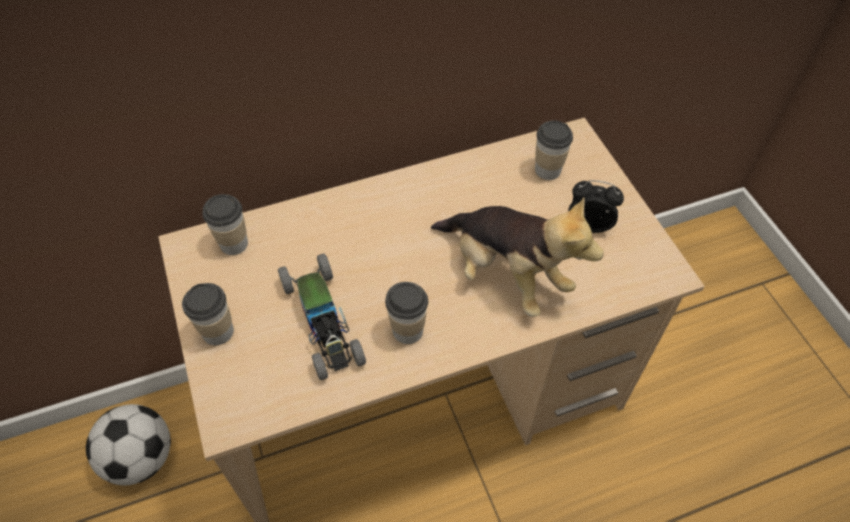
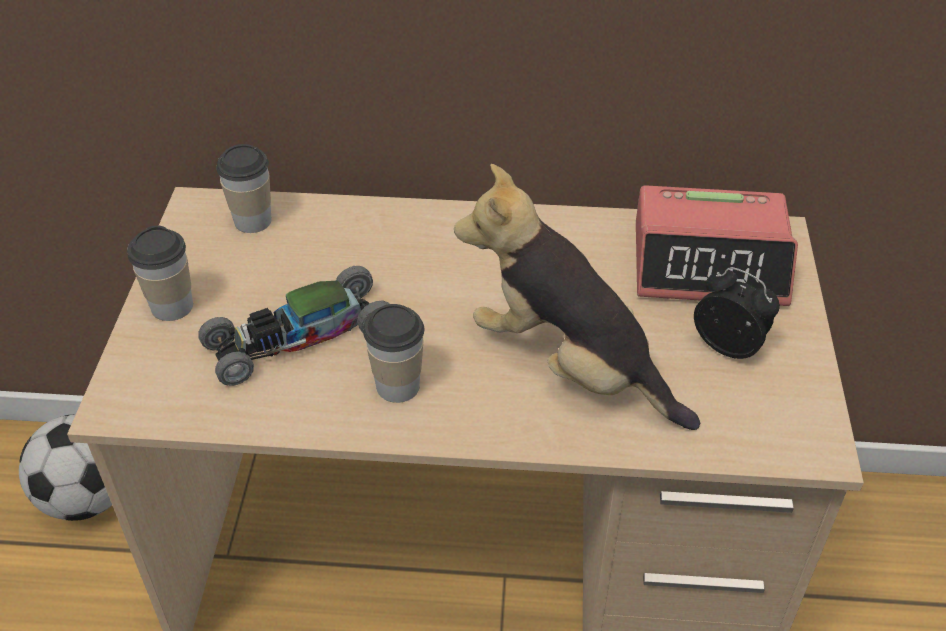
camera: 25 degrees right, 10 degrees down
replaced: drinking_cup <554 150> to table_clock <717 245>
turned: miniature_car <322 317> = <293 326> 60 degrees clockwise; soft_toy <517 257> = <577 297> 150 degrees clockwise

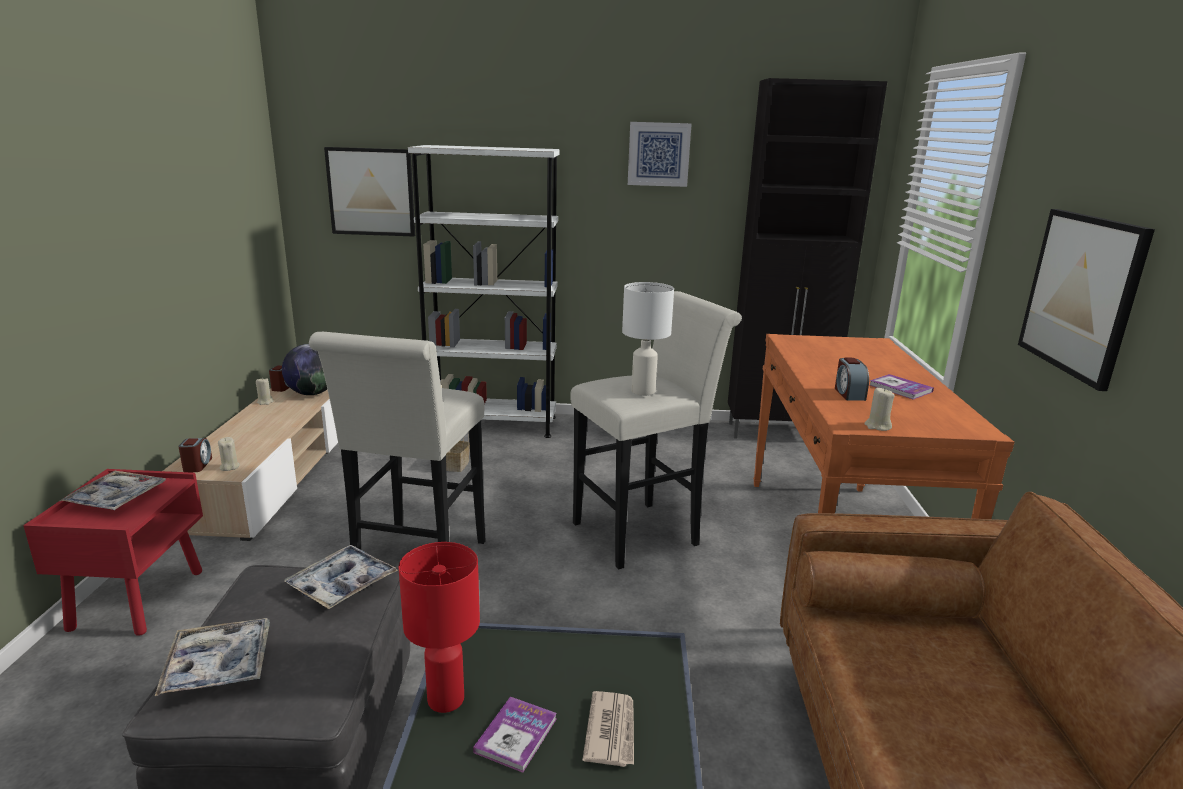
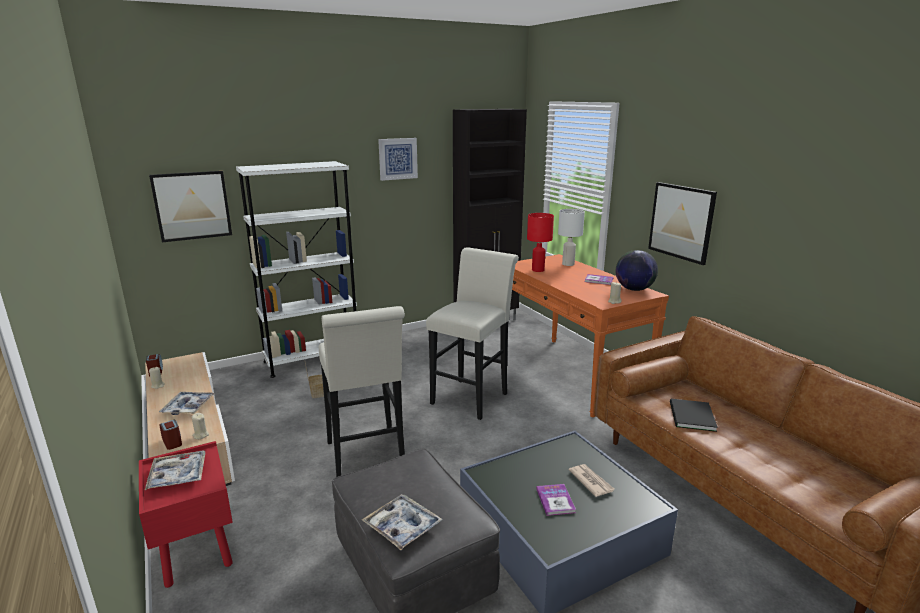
camera: 30 degrees left, 0 degrees up
removed: table_clock <852 379>
added: blackish_book <694 415>
moved: globe <304 369> to <637 270>; tray <341 577> to <187 403>; reddish_tabletop_lamp <439 627> to <540 242>; whitish_tabletop_lamp <648 339> to <571 237>

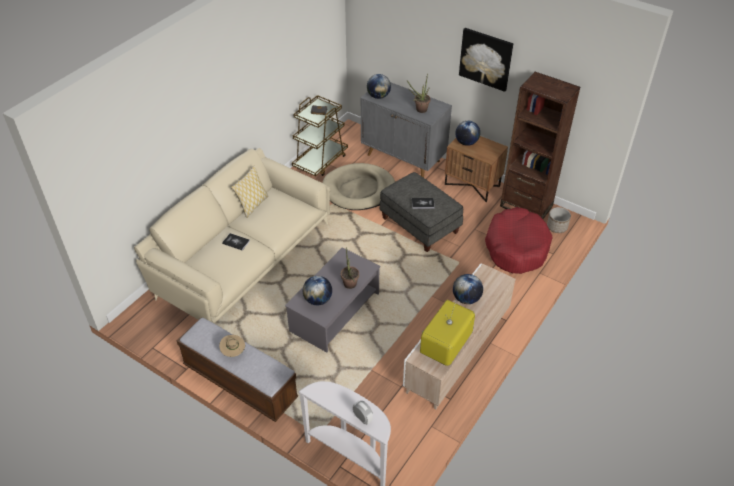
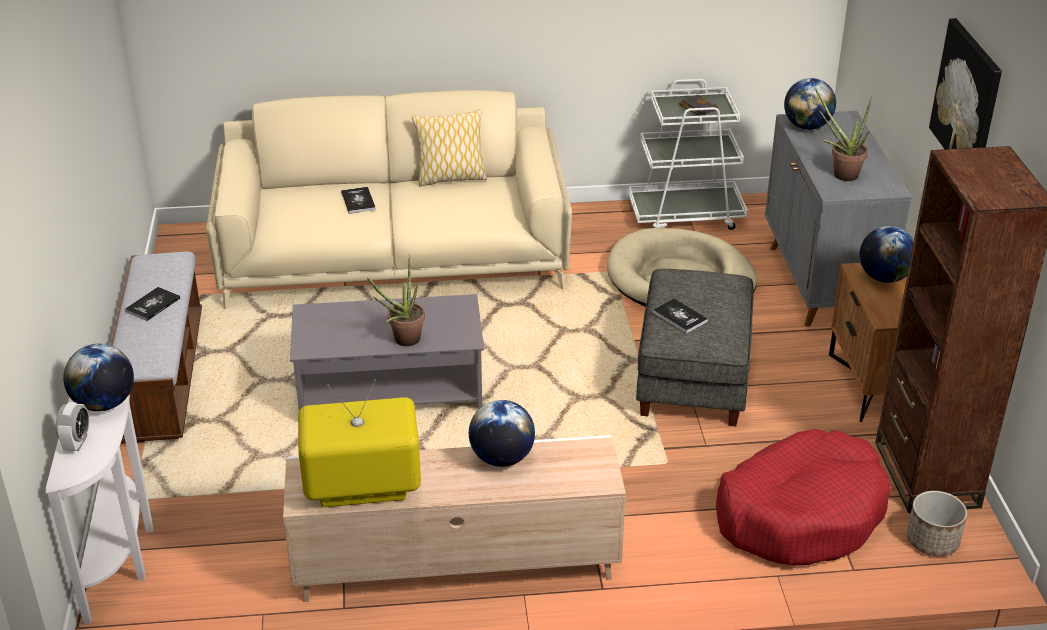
camera: 50 degrees right, 10 degrees down
moved: globe <317 290> to <98 377>
replaced: sand-coloured_clothing_hat <232 346> to book <152 304>
recoloured: brownish_trolley <320 135> to whitish_trolley <688 154>

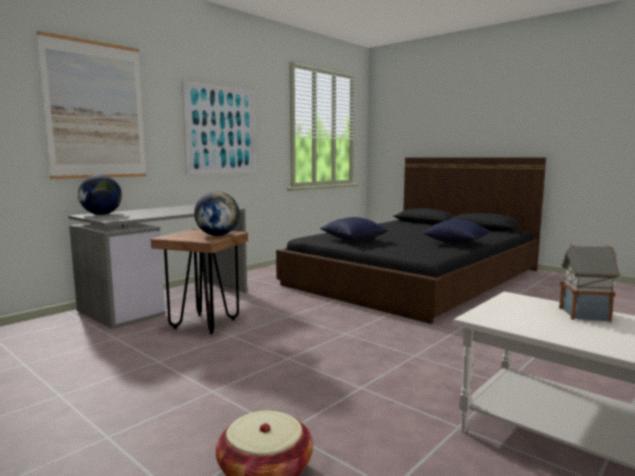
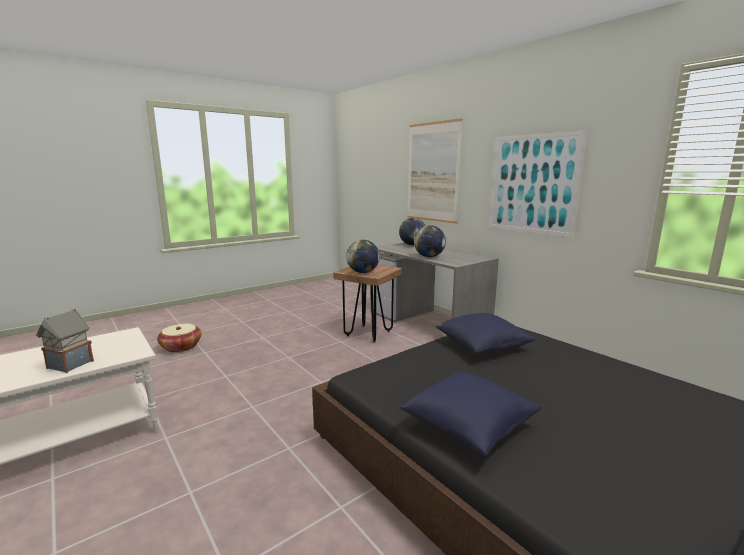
camera: 100 degrees right, 5 degrees up
added: globe <430 241>

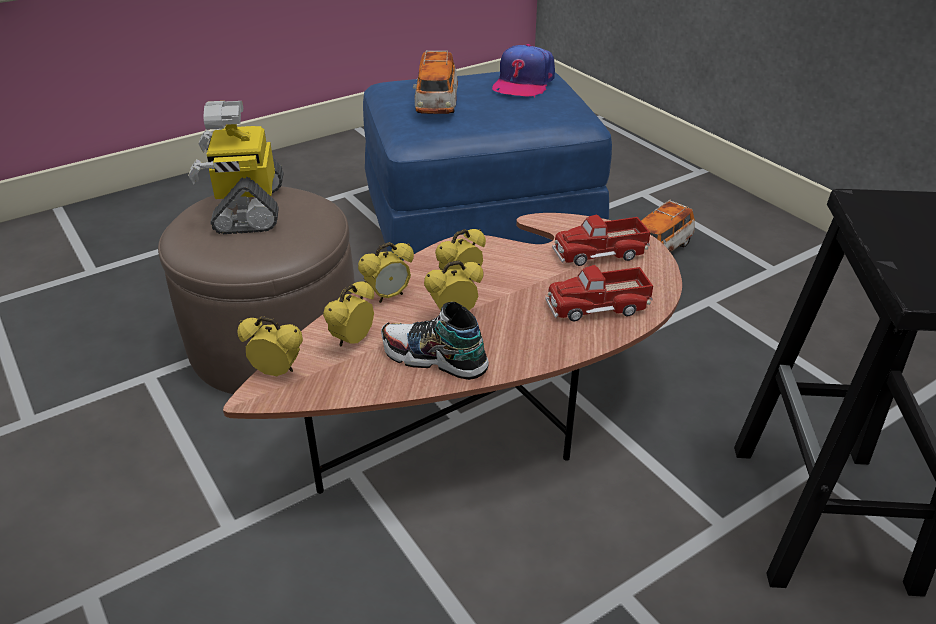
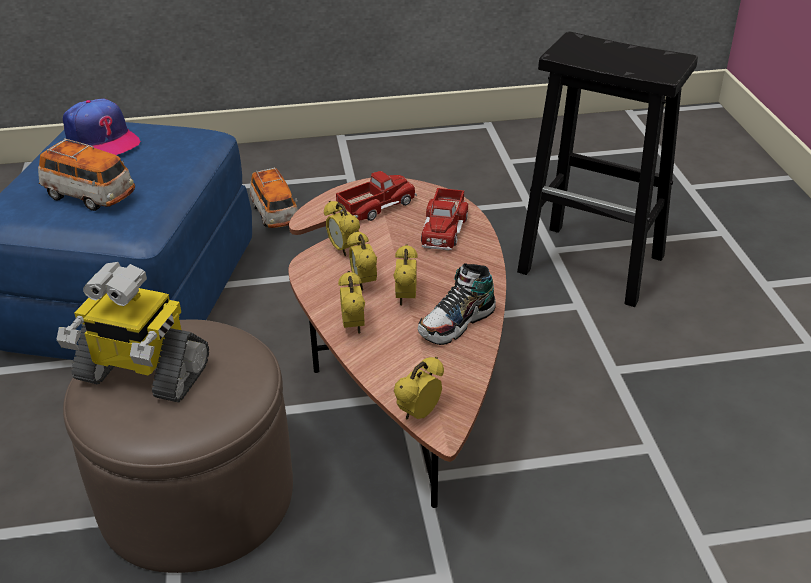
camera: 65 degrees left, 0 degrees up
moved: table_clock <348 314> to <342 228>
turned: model_truck <601 240> = <376 196> 135 degrees counterclockwise

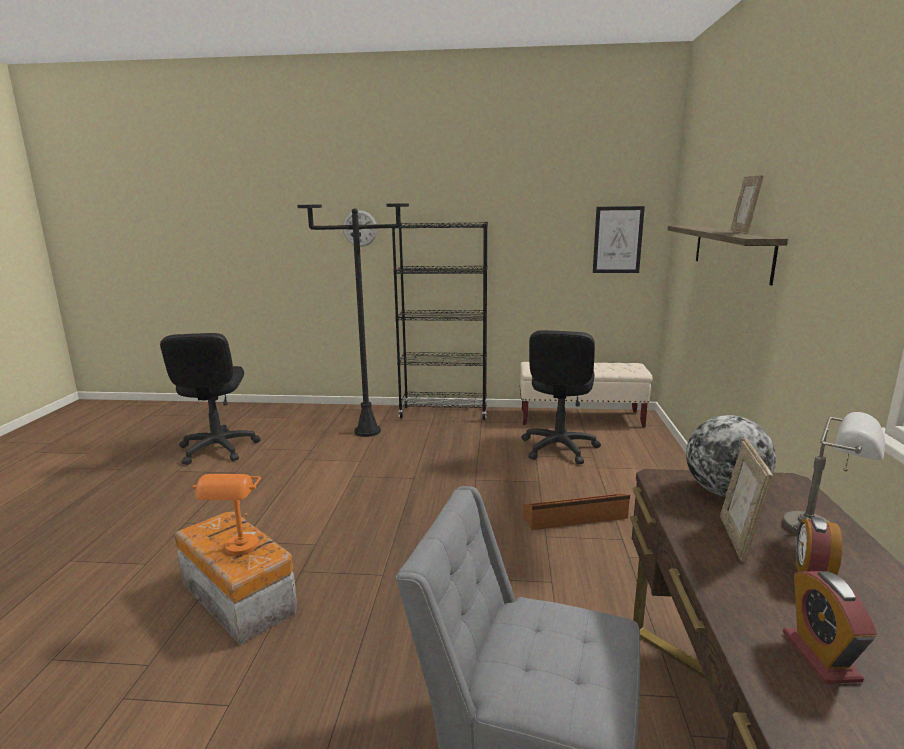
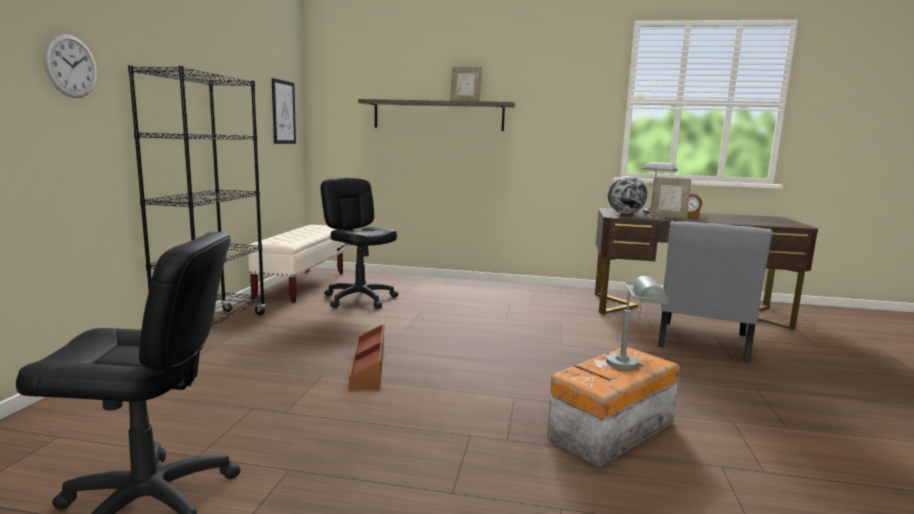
camera: 85 degrees left, 5 degrees down
removed: blackish_standard_lamp <353 320>; table_clock <830 627>
moved: brownish_storage_bin <576 512> to <366 357>
recoloured: orangey_tabletop_lamp <227 515> to grey_tabletop_lamp <637 323>
turned: blackish_computer_chair <561 397> = <359 243> 150 degrees counterclockwise

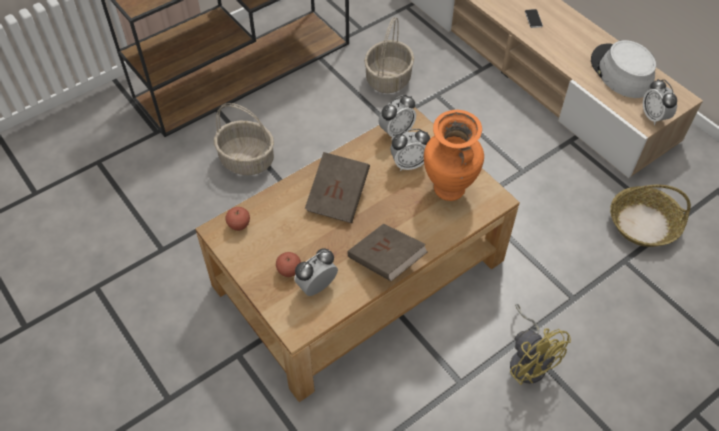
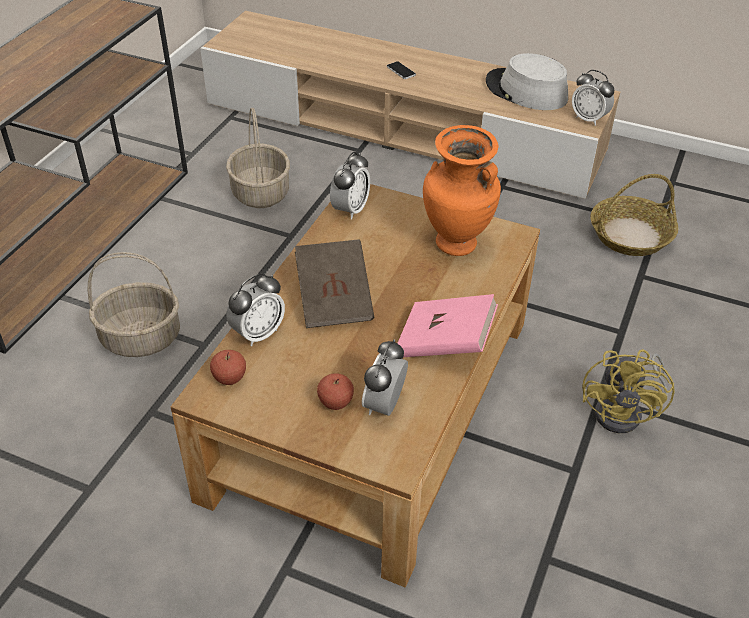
camera: 30 degrees left, 10 degrees down
moved: table_clock <410 150> to <255 309>
recoloured: brownish_book <388 252> to pink_book <447 325>
turned: yellowish_electric_fan <540 344> = <628 391> 75 degrees clockwise

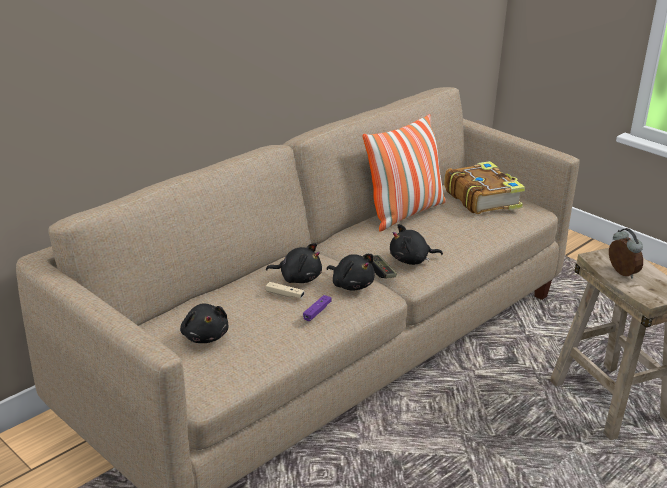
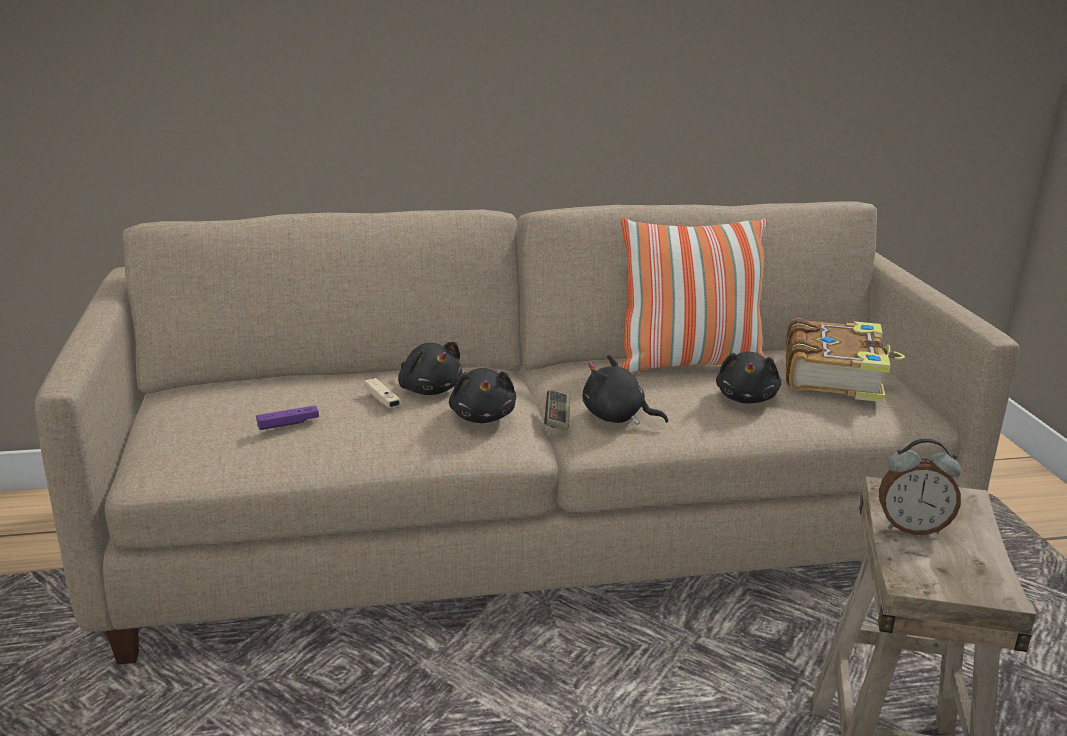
camera: 35 degrees right, 5 degrees down
moved: blackish_soft_toy <204 323> to <748 378>; purplish_joypad <317 308> to <287 418>
turned: table_clock <626 253> = <920 487> 90 degrees clockwise

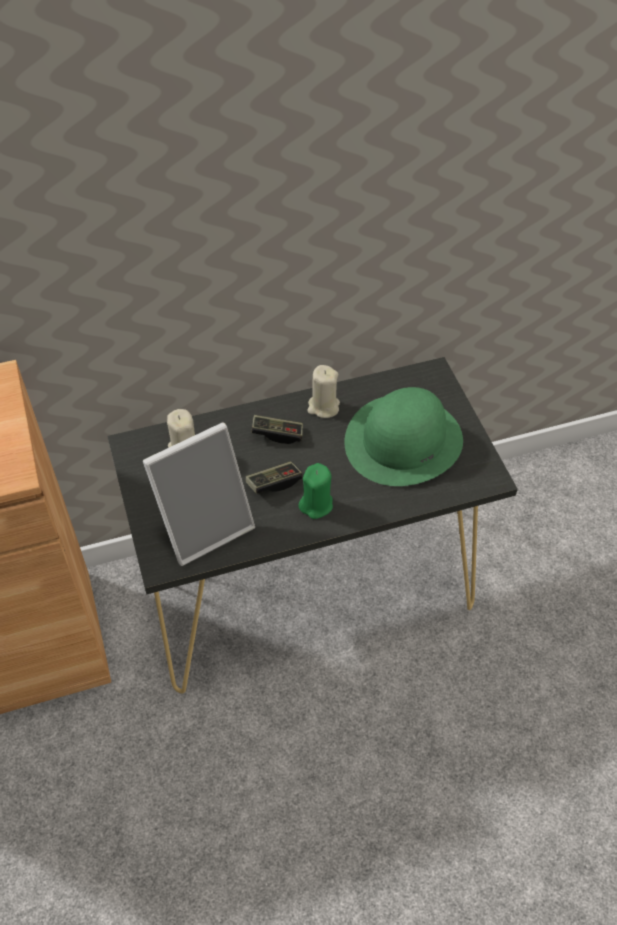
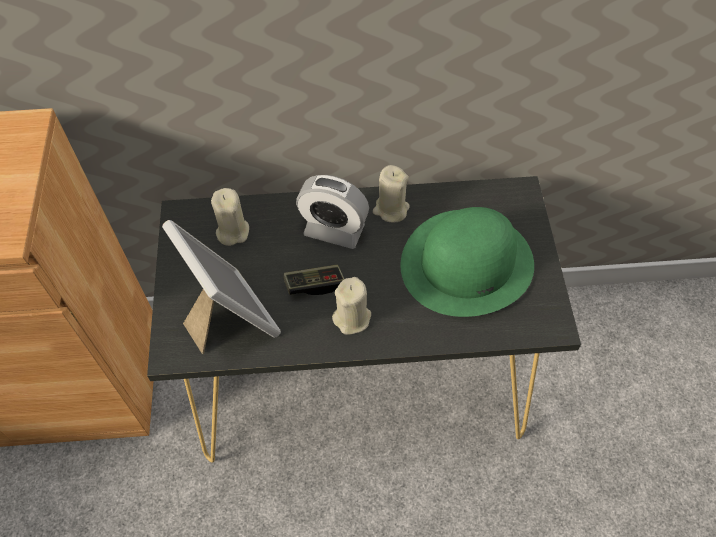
camera: 15 degrees right, 5 degrees up
replaced: joypad <277 429> to table_clock <332 212>
recoloured: green-coloured_candle <315 491> to sand-coloured_candle <351 306>
turned: picture_frame <199 494> = <221 287> 105 degrees counterclockwise

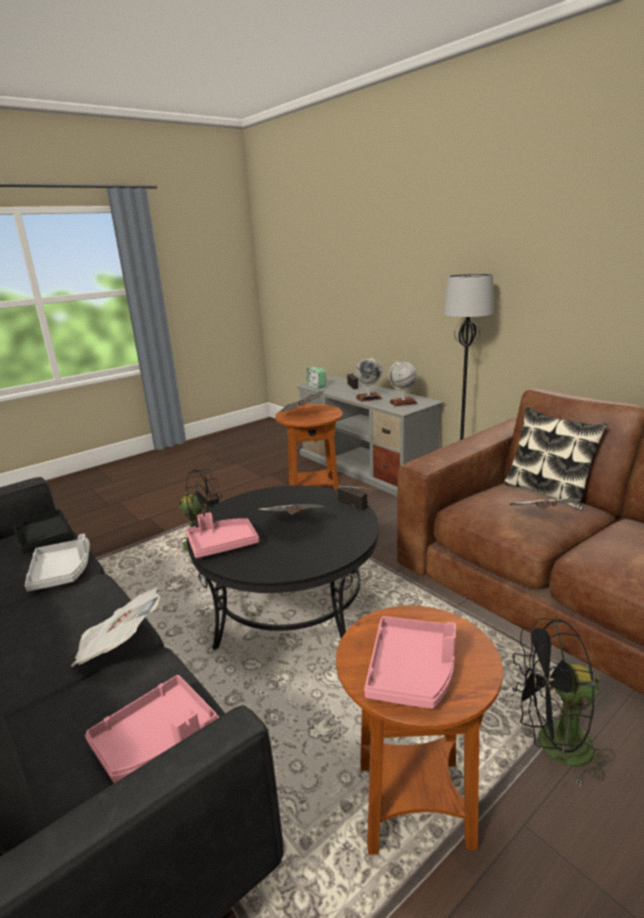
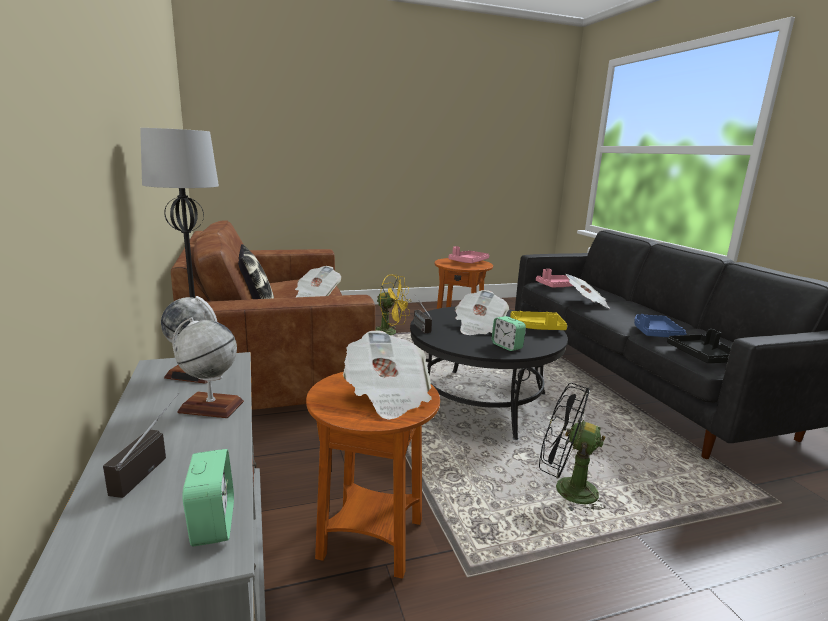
camera: 160 degrees left, 5 degrees down
added: table_clock <509 333>
recoloured: grey_tray <57 562> to blue-coloured_tray <660 325>; pink_tray <222 535> to yellowish_tray <538 320>; blackish_electric_fan <563 702> to yellowish_electric_fan <393 304>

